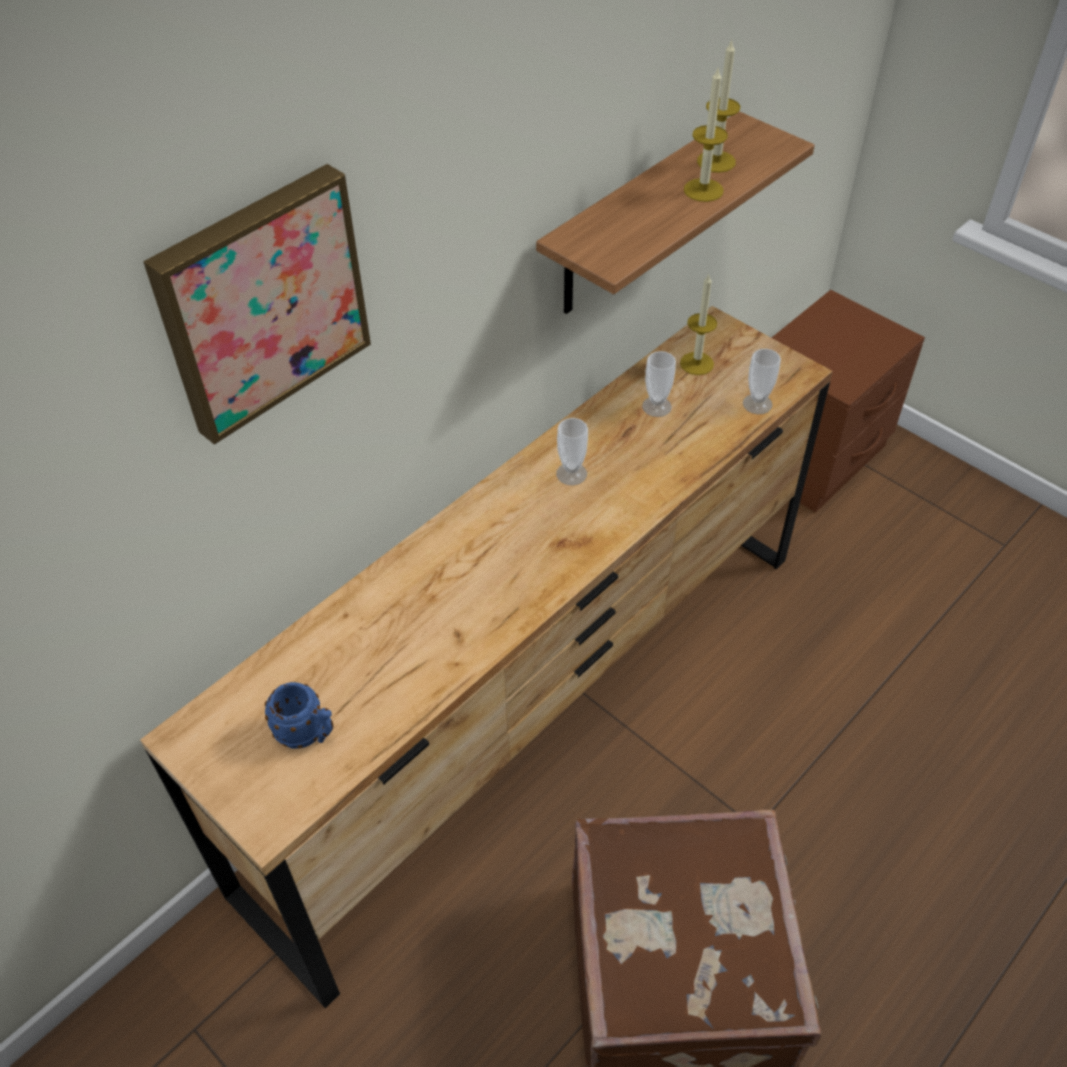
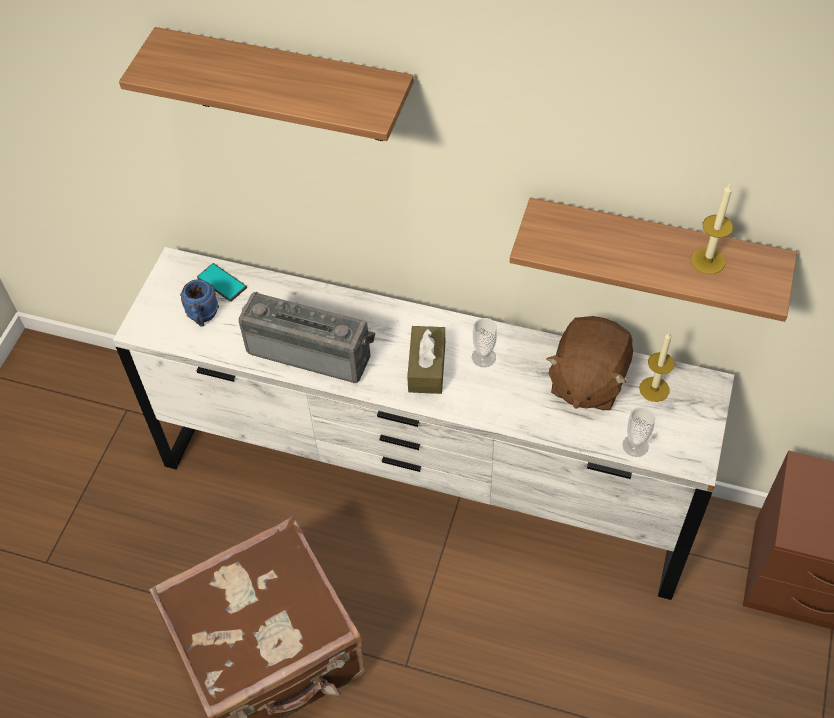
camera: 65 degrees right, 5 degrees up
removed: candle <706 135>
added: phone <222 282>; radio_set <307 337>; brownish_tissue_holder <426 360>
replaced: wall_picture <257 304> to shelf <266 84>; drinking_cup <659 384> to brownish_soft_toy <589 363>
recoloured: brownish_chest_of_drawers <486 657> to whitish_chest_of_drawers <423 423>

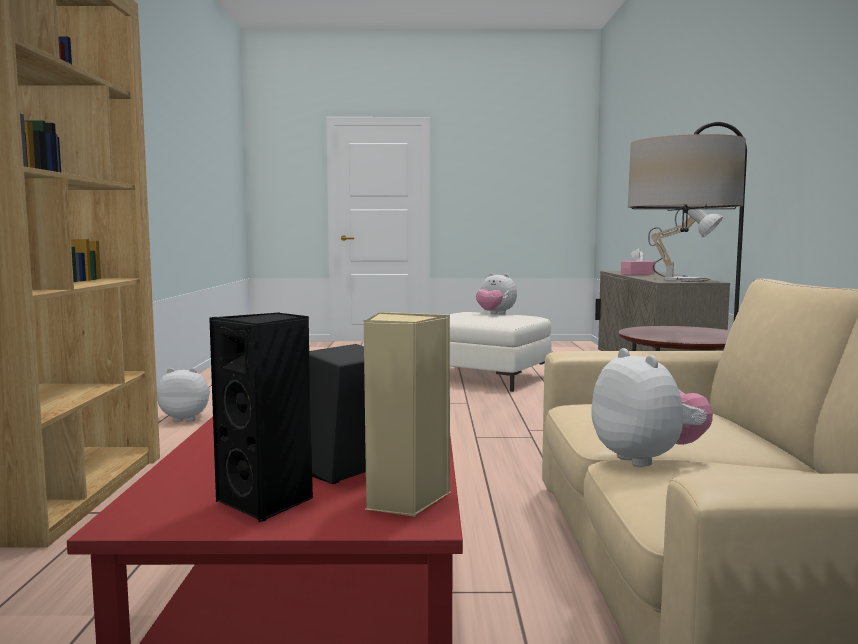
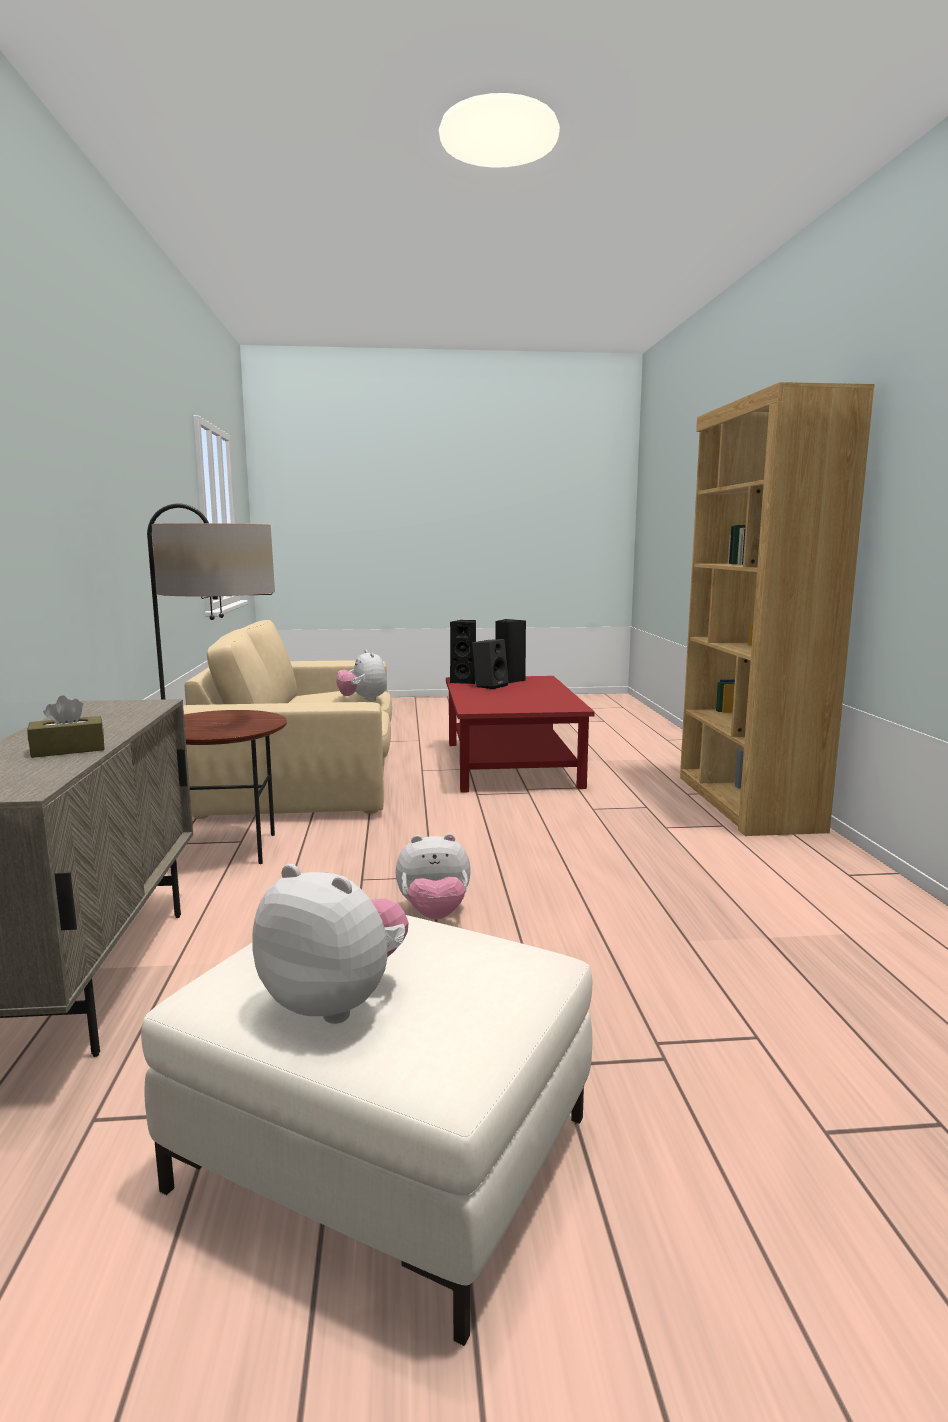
camera: 175 degrees right, 5 degrees up
removed: tabletop_lamp <685 245>
moved: soft_toy <183 395> to <433 876>
recoloured: sand-coloured_loudspeaker <407 414> to blackish_loudspeaker <463 652>; pink_tissue_holder <638 262> to brownish_tissue_holder <66 726>

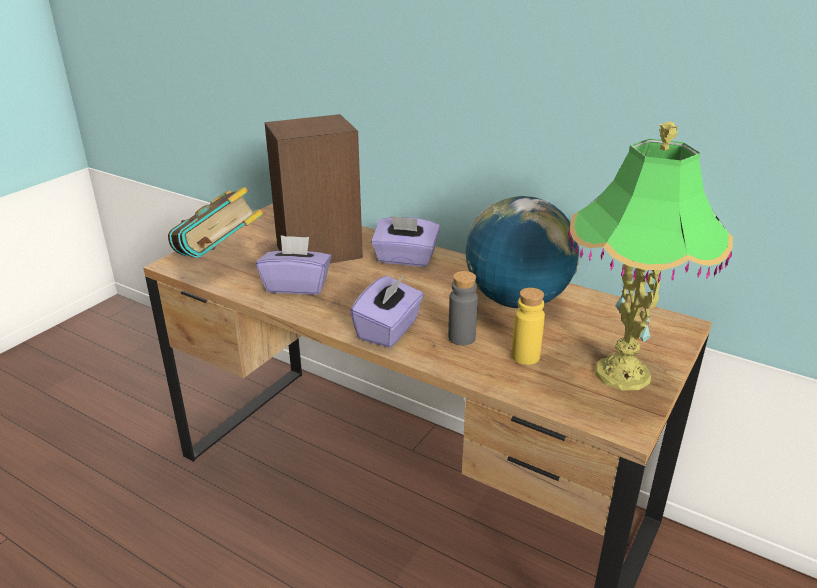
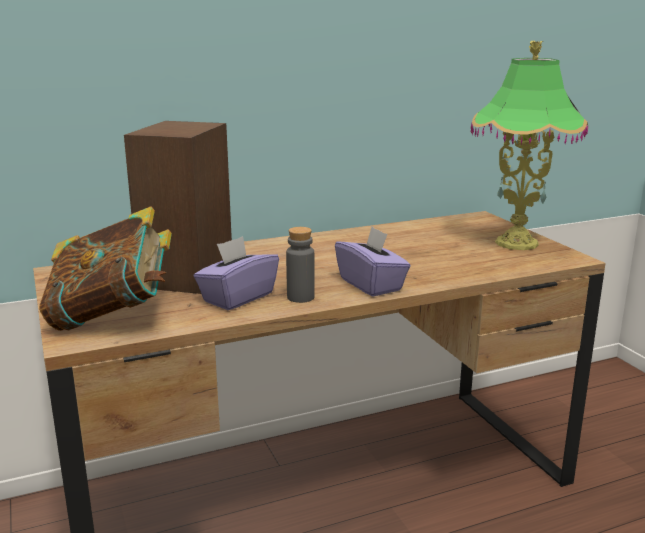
camera: 55 degrees left, 10 degrees down
removed: purplish_tissue_holder <405 241>; globe <522 252>; yellowish_drink_bottle <528 326>
moved: grey_drink_bottle <463 308> to <300 265>

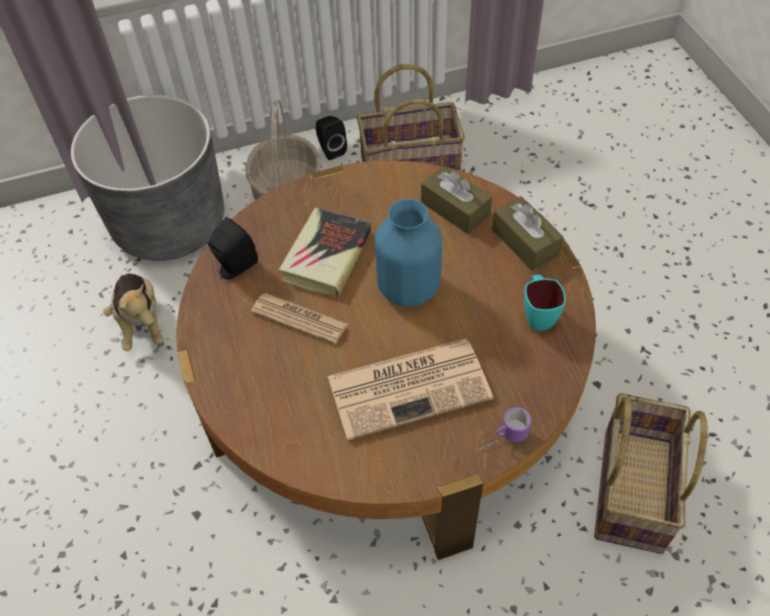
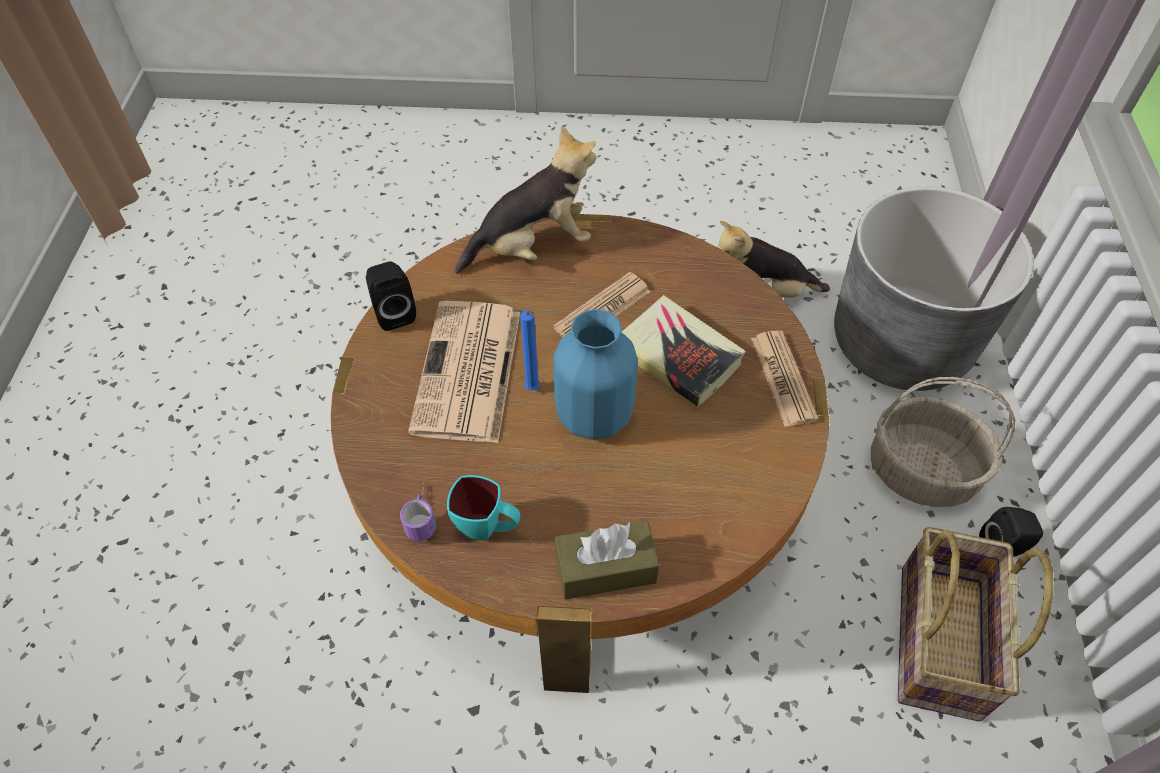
camera: 110 degrees right, 0 degrees up
removed: brownish_tissue_holder <456 200>; storage_basket <650 473>
added: soft_toy <525 200>; blue-coloured_candle <530 350>; printed_paper <785 378>
moved: blackish_loudspeaker <233 248> to <391 296>; mug <503 429> to <418 511>

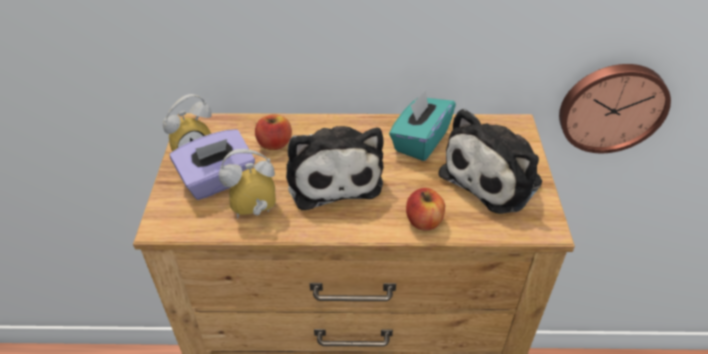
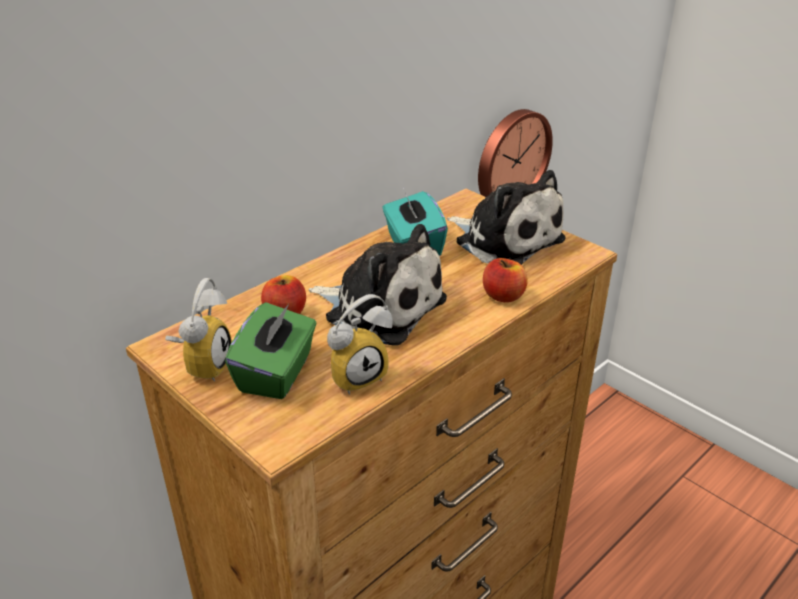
camera: 45 degrees left, 10 degrees down
recoloured: purplish_tissue_holder <212 164> to green-coloured_tissue_holder <270 350>
turned: table_clock <247 184> = <360 344> 150 degrees counterclockwise; soft_toy <490 161> = <506 217> 45 degrees counterclockwise

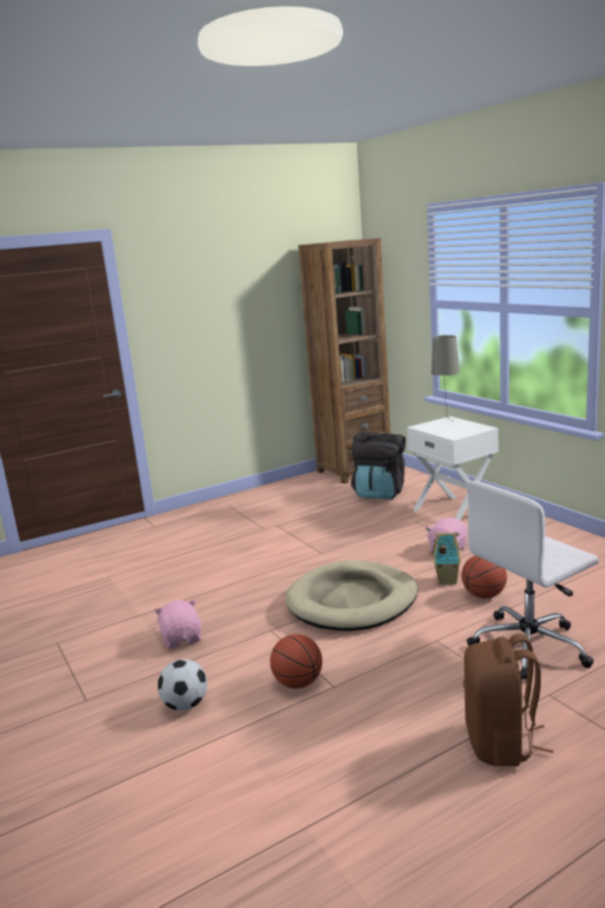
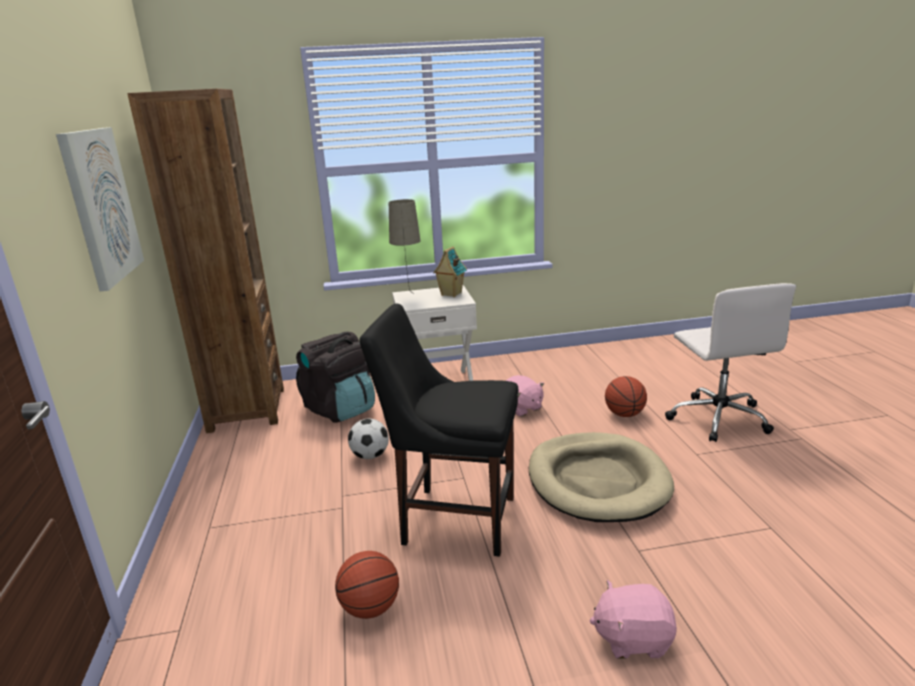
camera: 70 degrees left, 5 degrees up
removed: brownish_backpack <508 700>
added: wall_picture <100 209>; blackish_chair <438 430>
moved: football_ball <182 685> to <368 439>; basketball <296 661> to <367 585>; miniature_house <447 558> to <450 271>

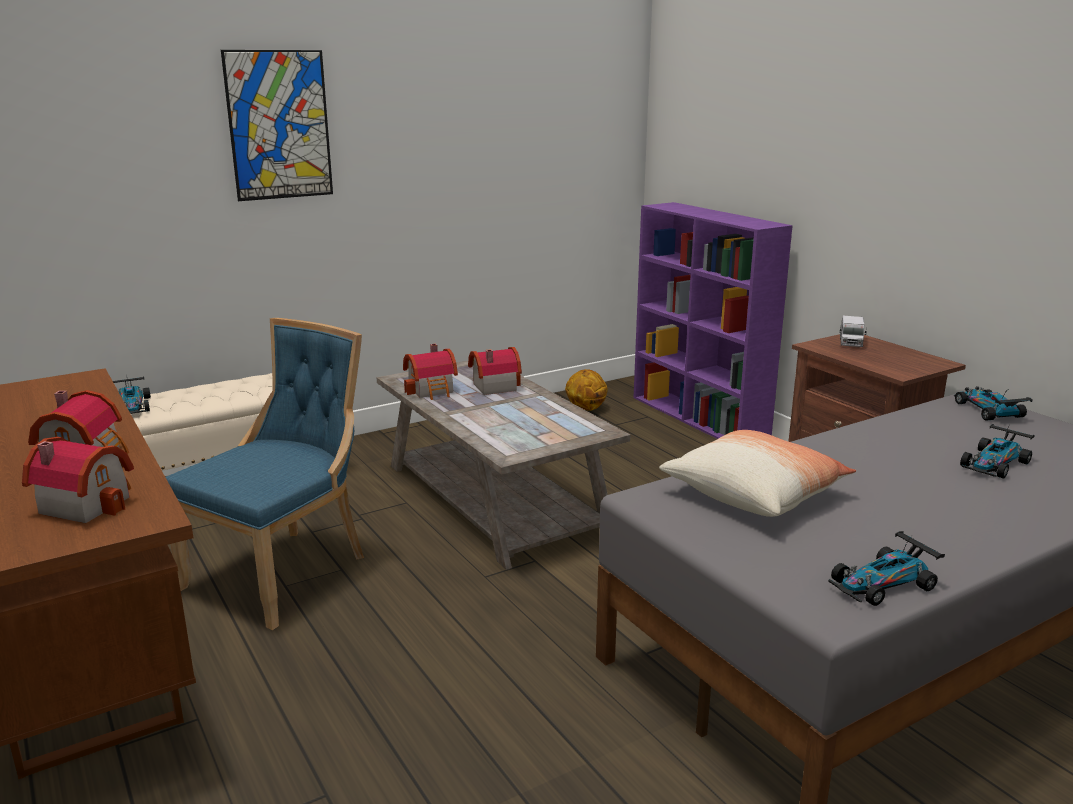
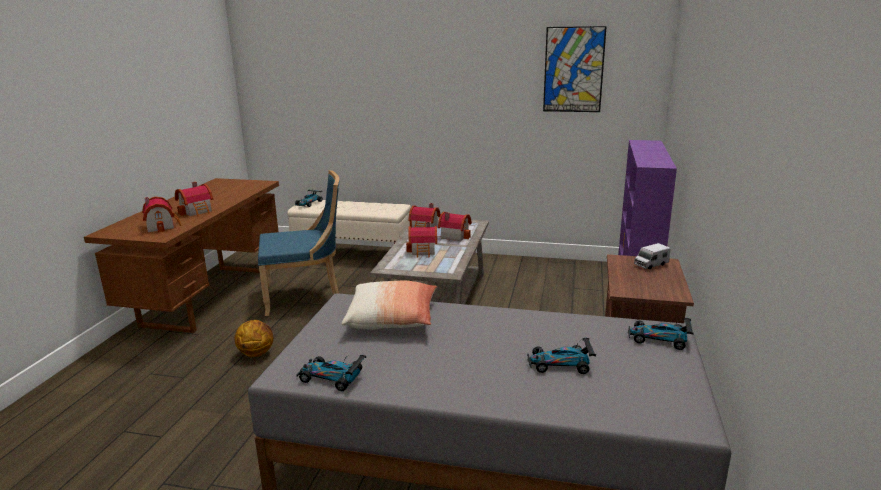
camera: 45 degrees right, 0 degrees up
added: miniature_house <421 240>
moved: wall_picture <277 125> to <575 69>; basketball <586 390> to <254 338>
turned: miniature_car <993 403> = <660 334> 105 degrees counterclockwise

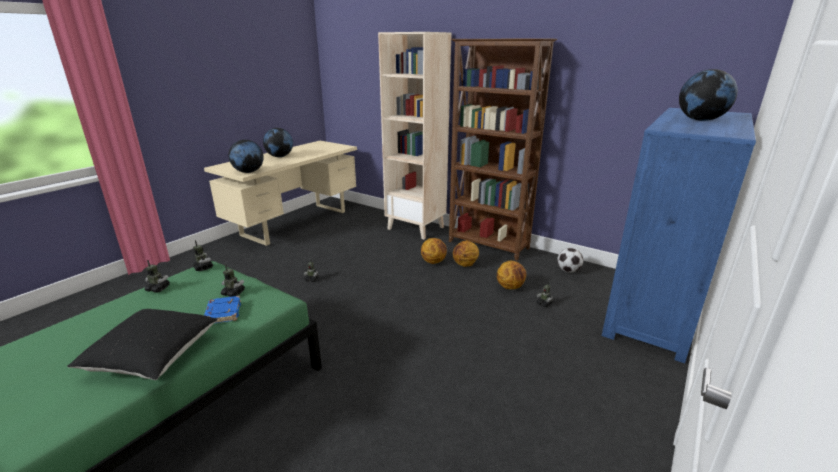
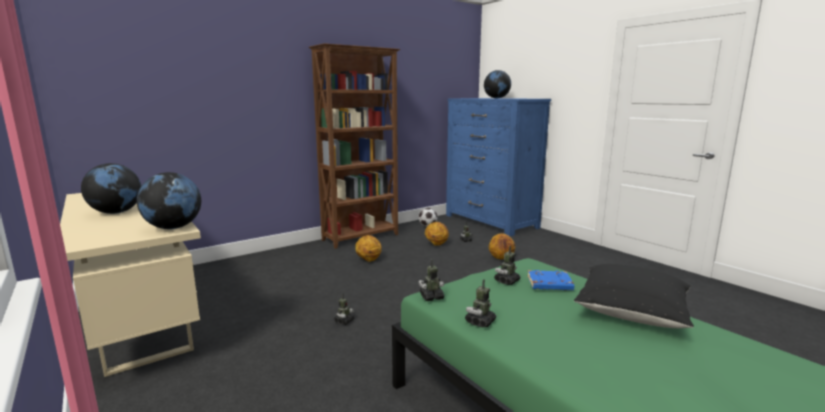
camera: 70 degrees left, 10 degrees down
removed: sand-coloured_shelving_unit <414 135>
moved: basketball <466 253> to <502 246>

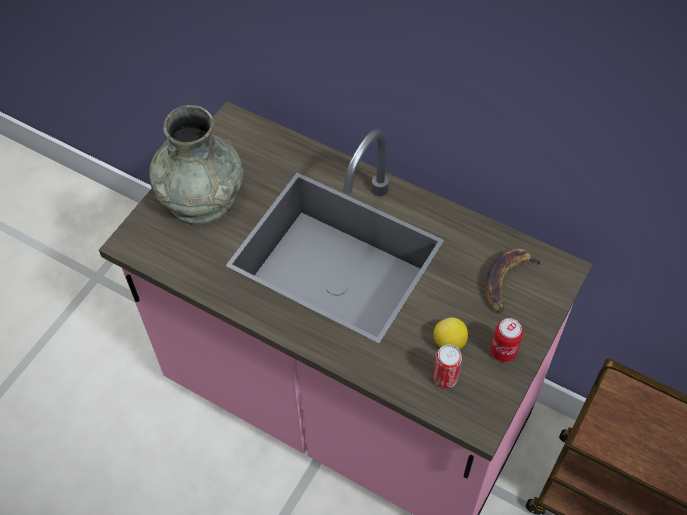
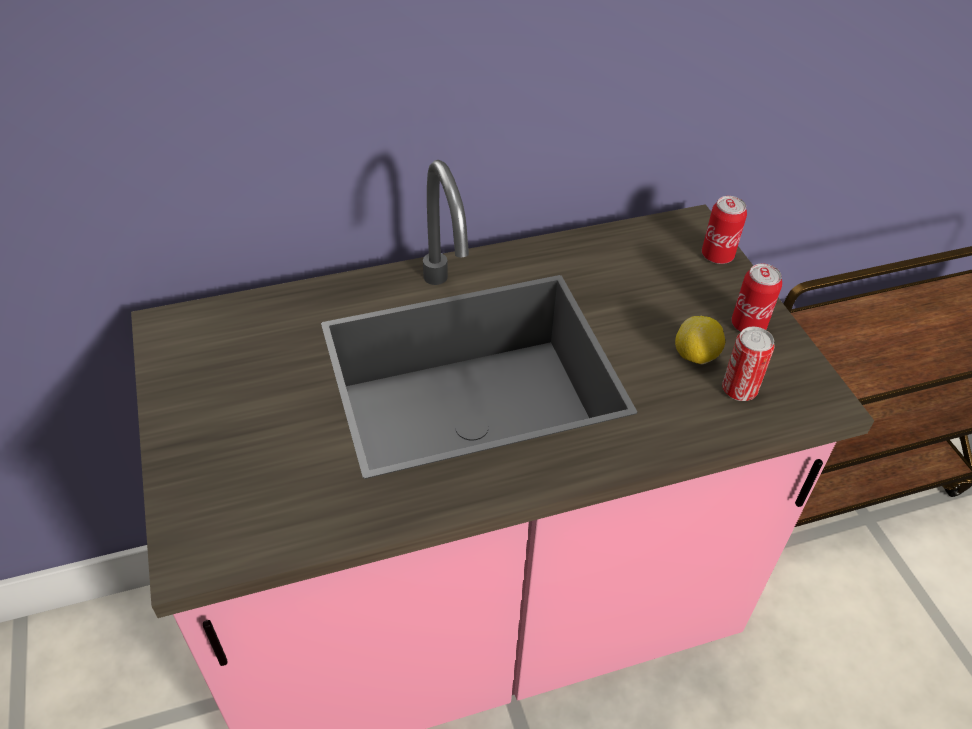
camera: 50 degrees left, 10 degrees down
removed: grey_flower_vase <196 165>; whole_banana <516 280>
added: sealed_can <724 230>

